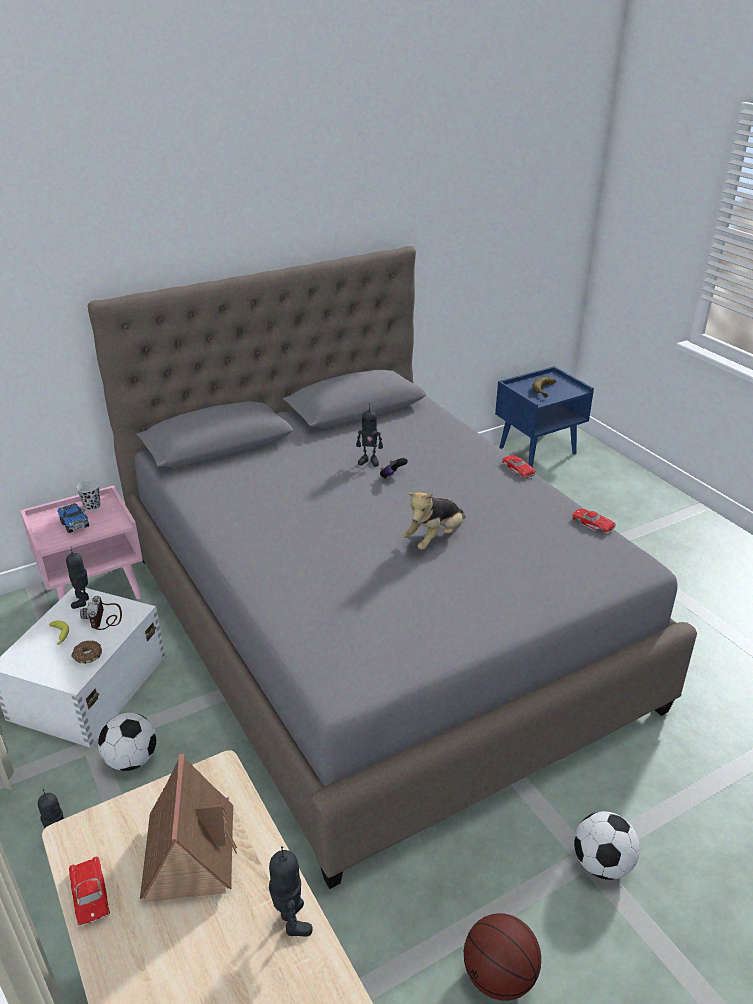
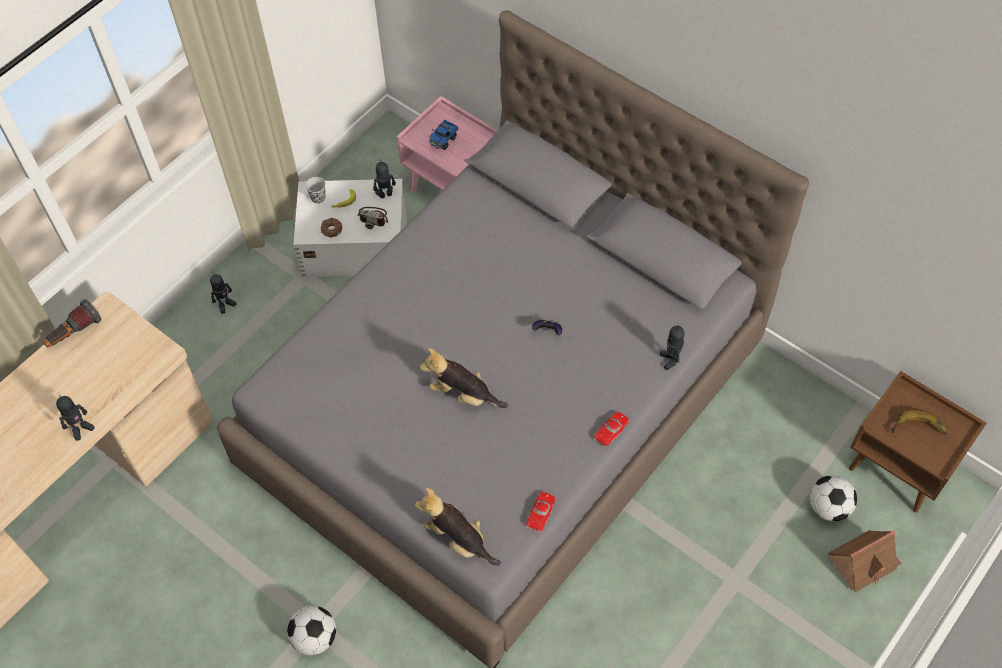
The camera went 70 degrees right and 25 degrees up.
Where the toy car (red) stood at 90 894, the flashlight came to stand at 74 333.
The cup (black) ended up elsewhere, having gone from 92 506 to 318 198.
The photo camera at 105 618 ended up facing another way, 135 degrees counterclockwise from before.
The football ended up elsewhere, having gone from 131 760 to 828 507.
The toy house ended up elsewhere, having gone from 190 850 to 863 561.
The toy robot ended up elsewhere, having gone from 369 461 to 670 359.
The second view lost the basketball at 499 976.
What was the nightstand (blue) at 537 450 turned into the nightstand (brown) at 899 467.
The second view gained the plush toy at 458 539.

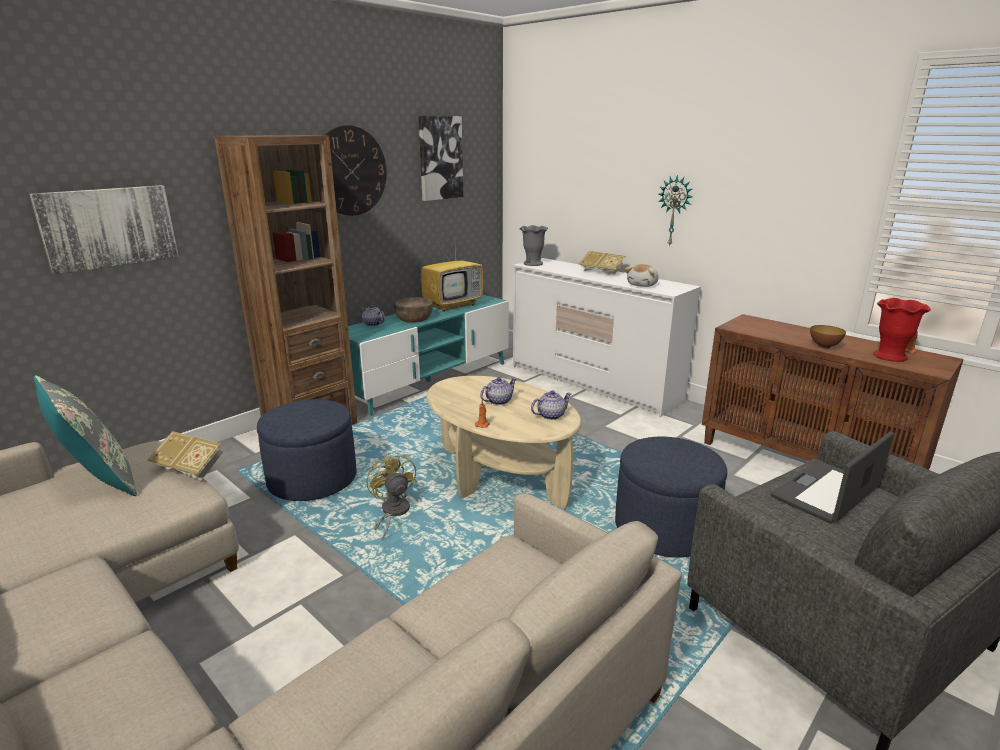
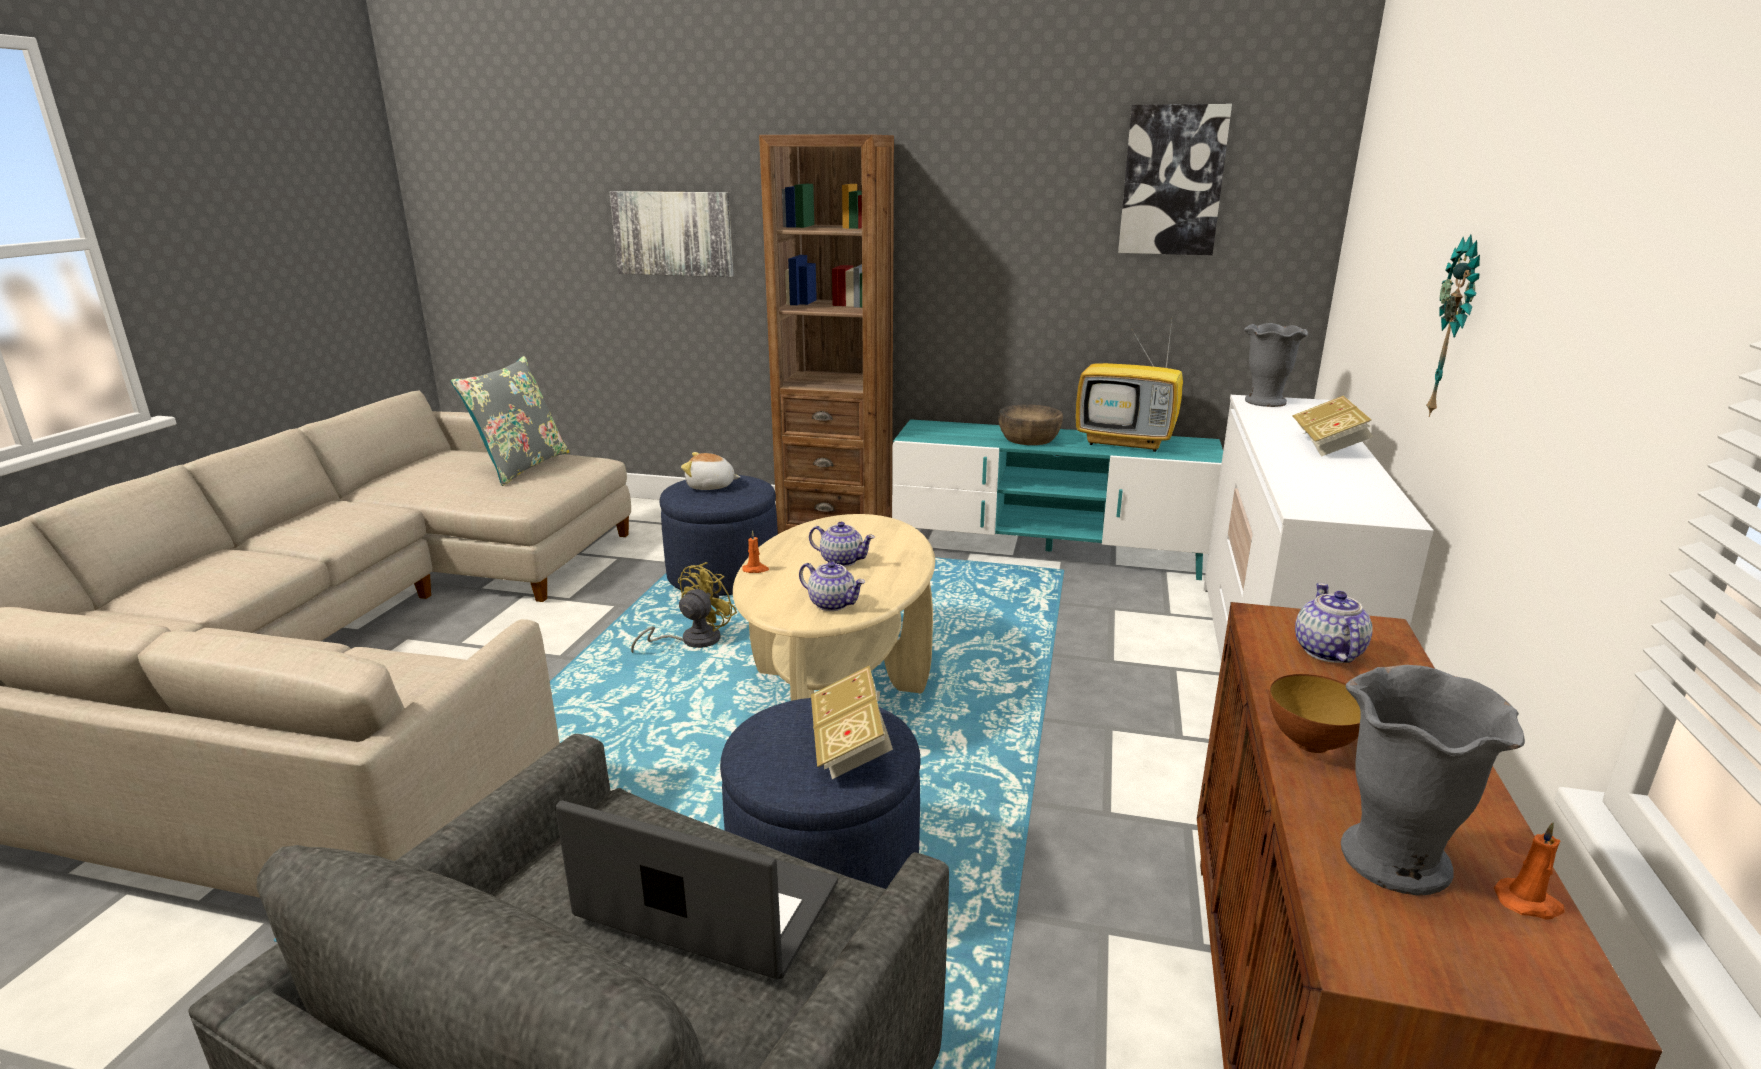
The camera went 60 degrees right and 0 degrees up.
The book ended up elsewhere, having gone from 190 468 to 850 745.
The second view lost the wall clock at 350 171.
The teapot ended up elsewhere, having gone from 373 324 to 1327 652.
The plush toy ended up elsewhere, having gone from 643 285 to 710 486.
What was the vase (red) at 889 356 turned into the vase (grey) at 1393 859.

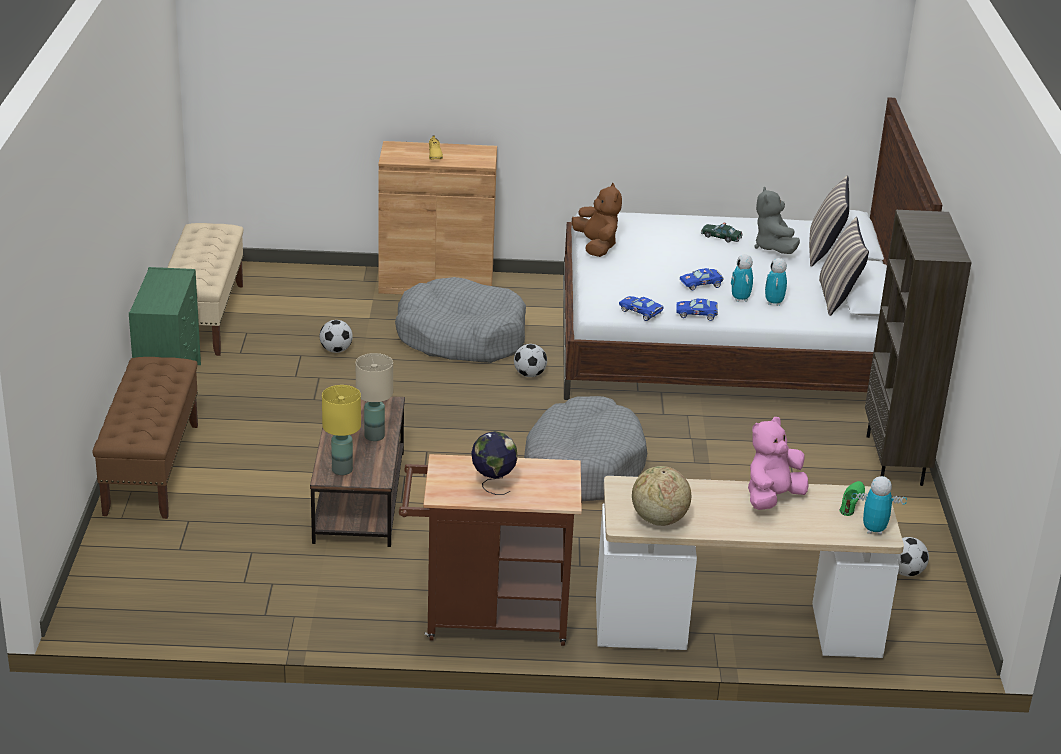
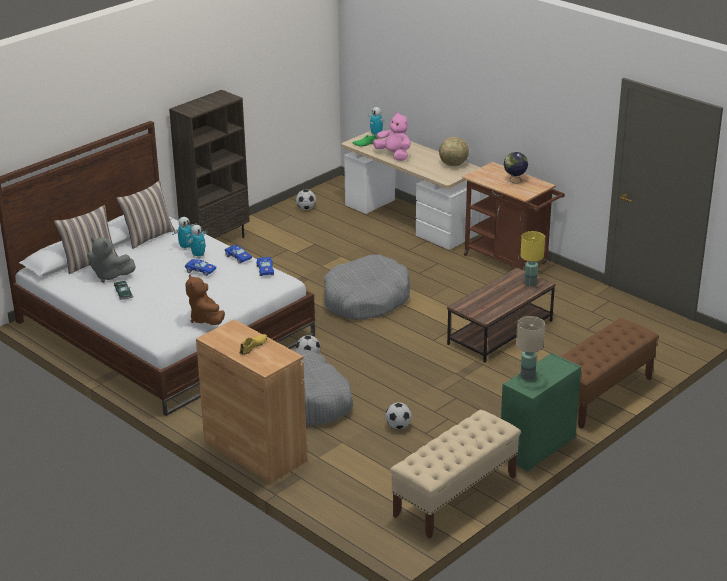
The camera went 135 degrees left and 0 degrees up.
The table lamp (beige) ended up elsewhere, having gone from 374 436 to 527 376.
The plush toy (brown) at 596 246 ended up facing another way, 45 degrees counterclockwise from before.
The plush toy (pink) at 772 498 ended up facing another way, 135 degrees counterclockwise from before.
The plush toy (grey) at 773 248 ended up facing another way, 75 degrees clockwise from before.

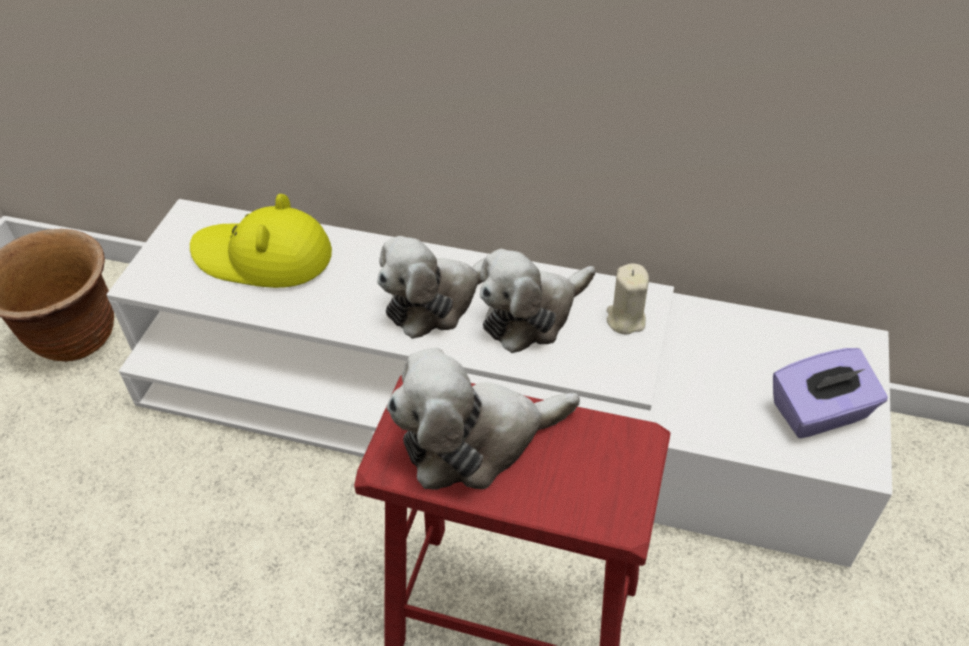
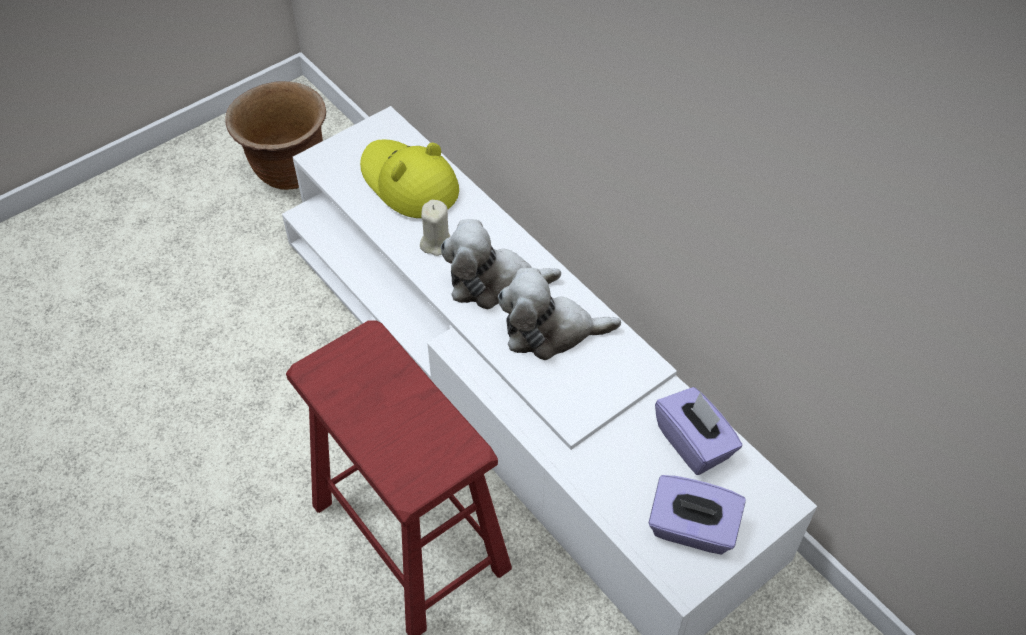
The camera went 35 degrees right and 5 degrees up.
The second view lost the plush toy at 476 440.
The candle (beige) ended up elsewhere, having gone from 625 319 to 436 243.
The second view gained the tissue box (purple) at 694 443.

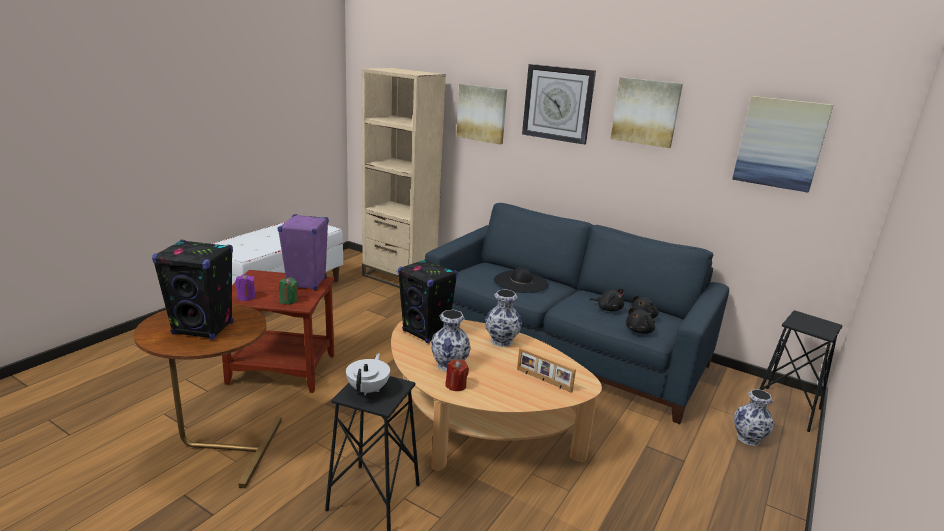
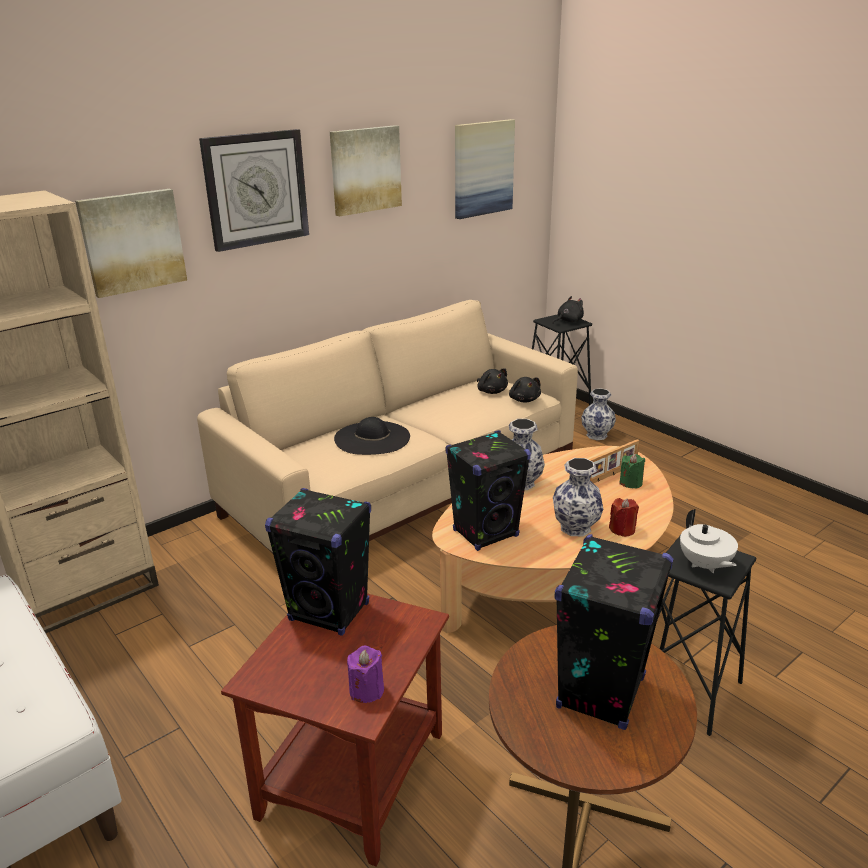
The camera went 70 degrees left and 5 degrees up.
What was the speaker (purple) at 307 283 turned into the speaker (black) at 329 612.
The candle (green) ended up elsewhere, having gone from 288 301 to 630 483.
The teapot (white) at 368 389 ended up facing another way, 135 degrees counterclockwise from before.
What was the sofa (blue) at 562 347 turned into the sofa (beige) at 405 487.
The plush toy (black) ended up elsewhere, having gone from 608 309 to 568 321.

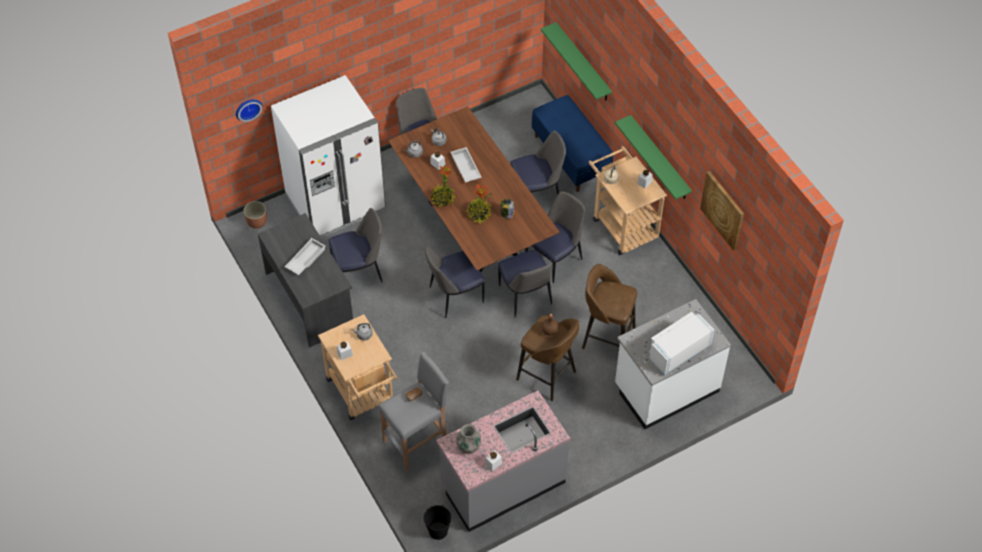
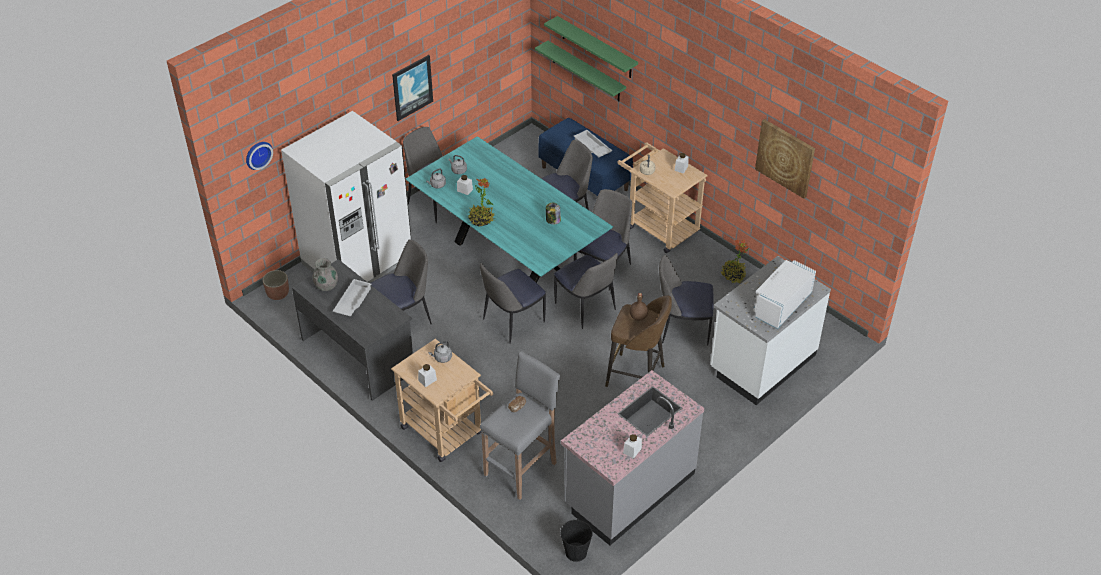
The camera went 15 degrees left and 10 degrees down.
What was the dining table (brown) at 472 228 turned into the dining table (turquoise) at 508 257.
The tray (white) ended up elsewhere, having gone from 465 167 to 591 147.
The vase (grey) ended up elsewhere, having gone from 468 446 to 326 286.
The potted plant ended up elsewhere, having gone from 479 214 to 733 275.
Where the stool (brown) stood at 606 337, the chair came to stand at 683 328.
The shelf (green) ended up elsewhere, having gone from 660 159 to 596 48.
The second view gained the picture at 412 87.

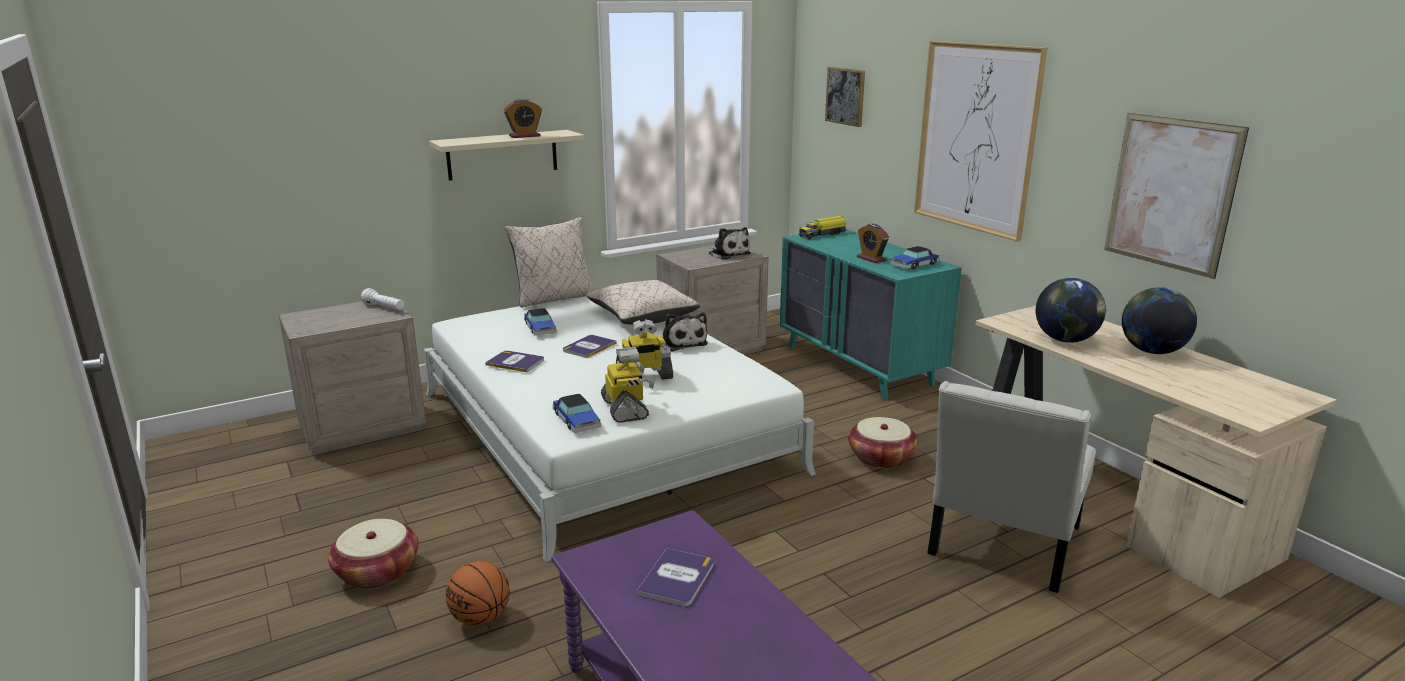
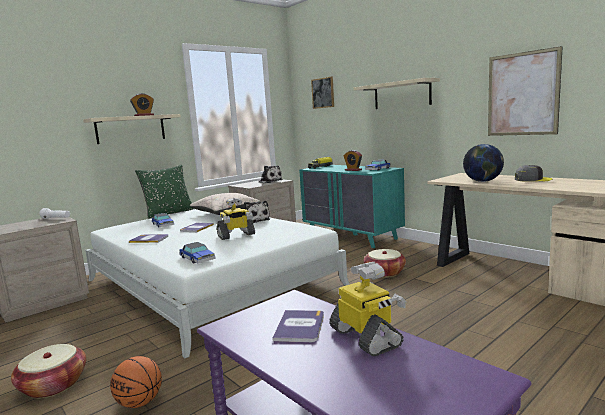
The camera went 10 degrees left and 10 degrees down.
What was the pillow (beige) at 554 298 turned into the pillow (green) at 169 213.
The toy robot ended up elsewhere, having gone from 626 409 to 366 337.
Where the picture hung at 975 138, the shelf (beige) came to hang at 402 95.
The second view lost the chair (white) at 1001 546.
Where the globe stood at 1151 351, the cap (grey) came to stand at 532 179.

